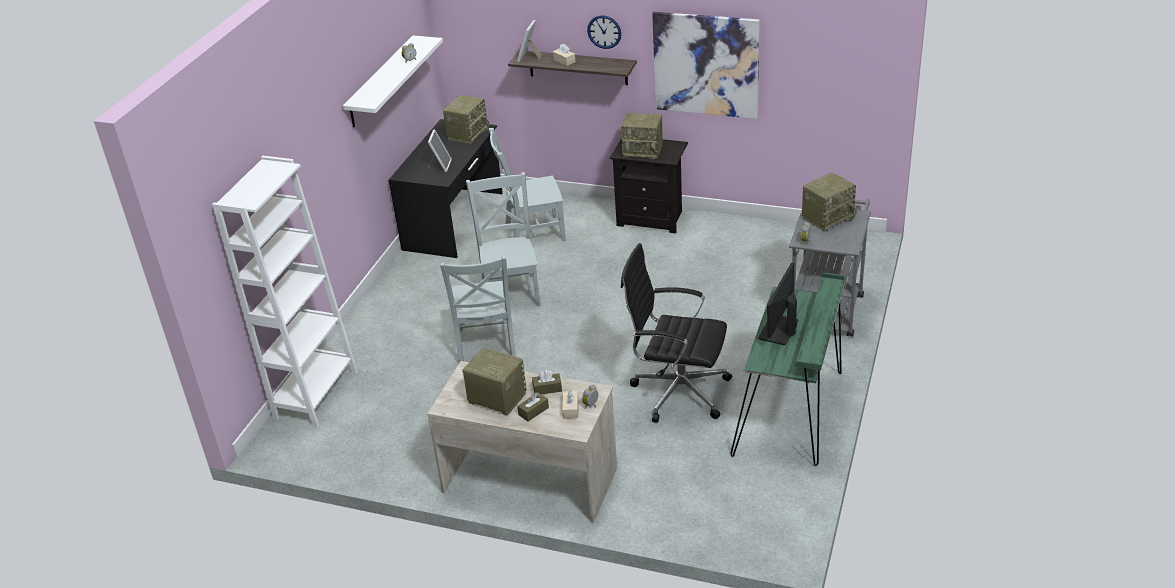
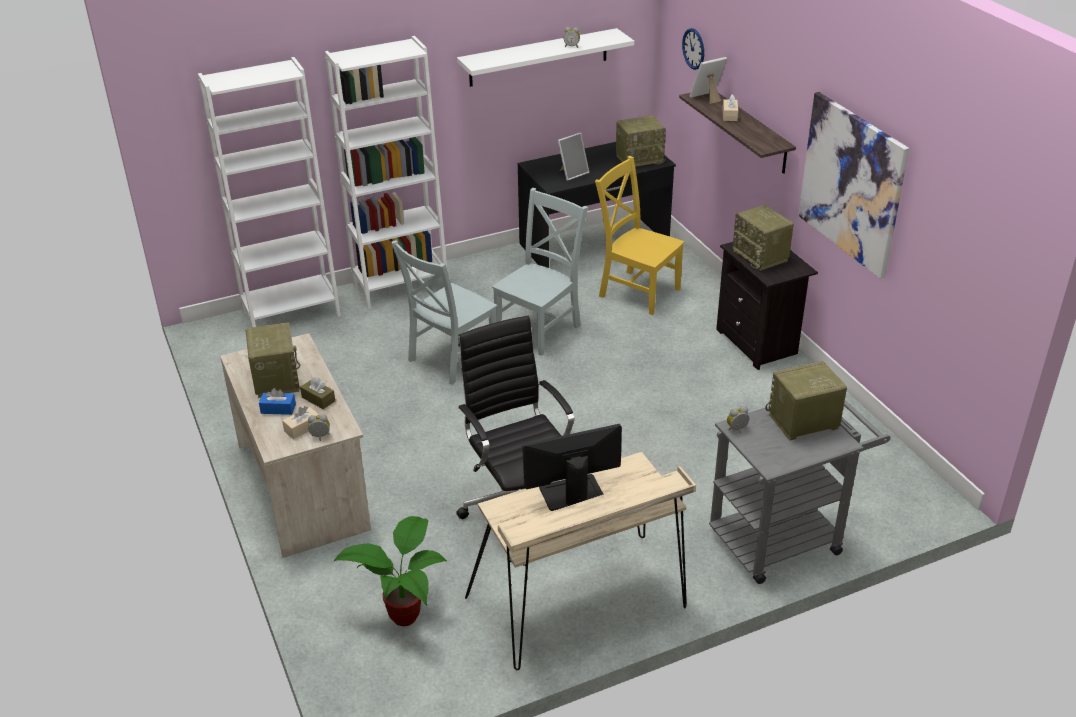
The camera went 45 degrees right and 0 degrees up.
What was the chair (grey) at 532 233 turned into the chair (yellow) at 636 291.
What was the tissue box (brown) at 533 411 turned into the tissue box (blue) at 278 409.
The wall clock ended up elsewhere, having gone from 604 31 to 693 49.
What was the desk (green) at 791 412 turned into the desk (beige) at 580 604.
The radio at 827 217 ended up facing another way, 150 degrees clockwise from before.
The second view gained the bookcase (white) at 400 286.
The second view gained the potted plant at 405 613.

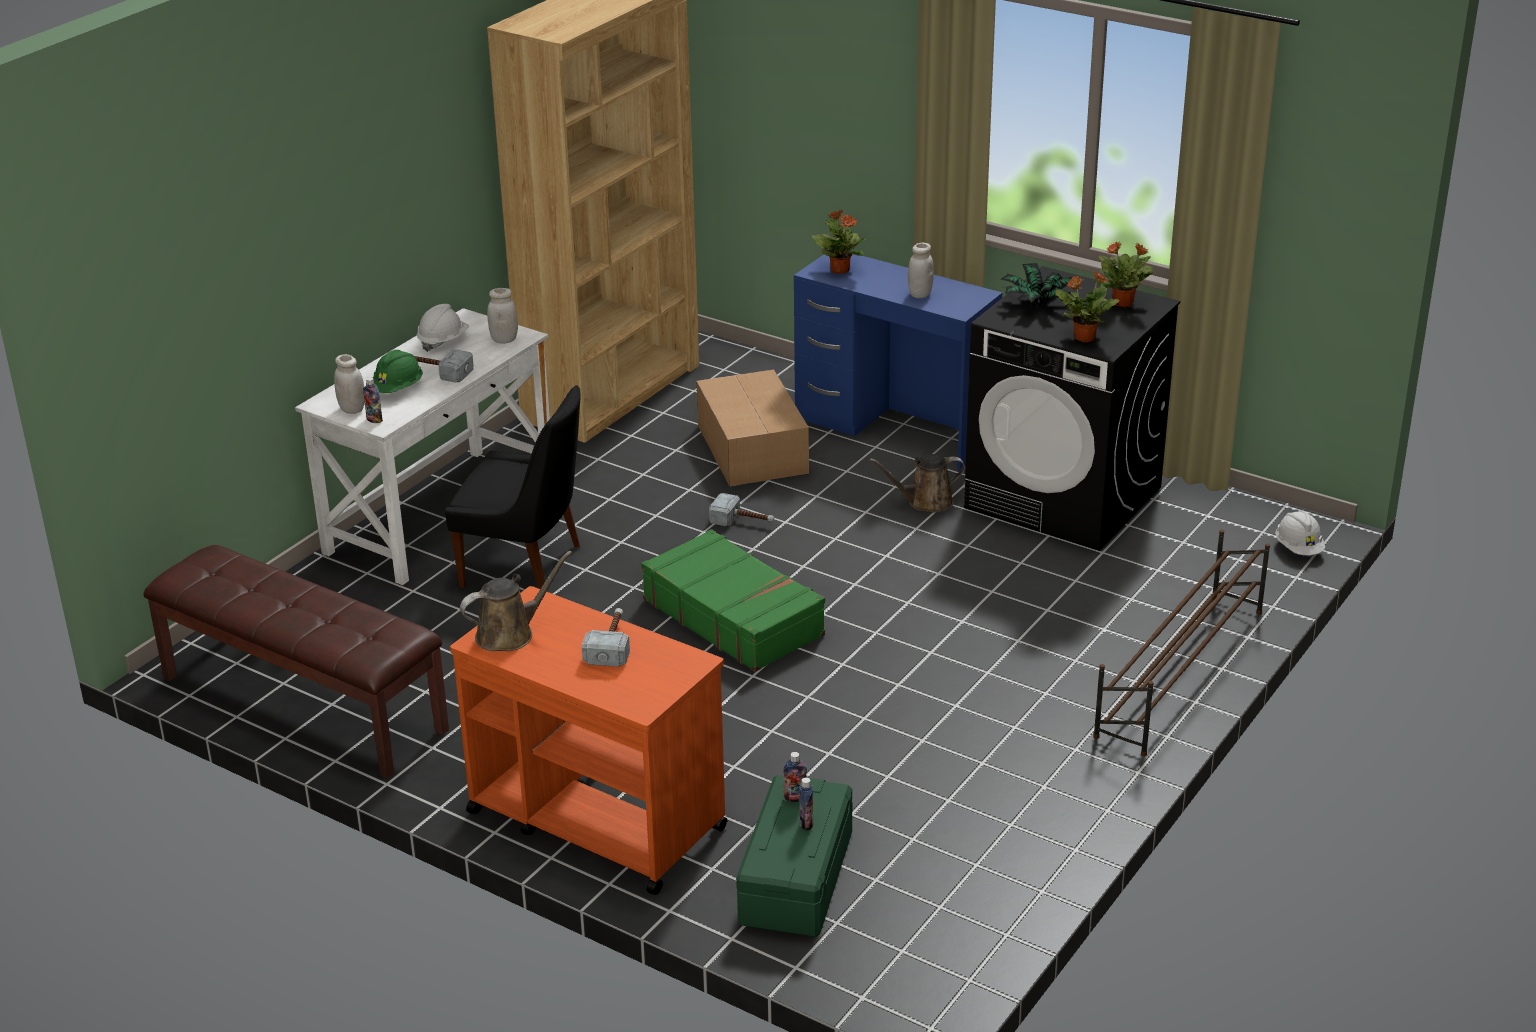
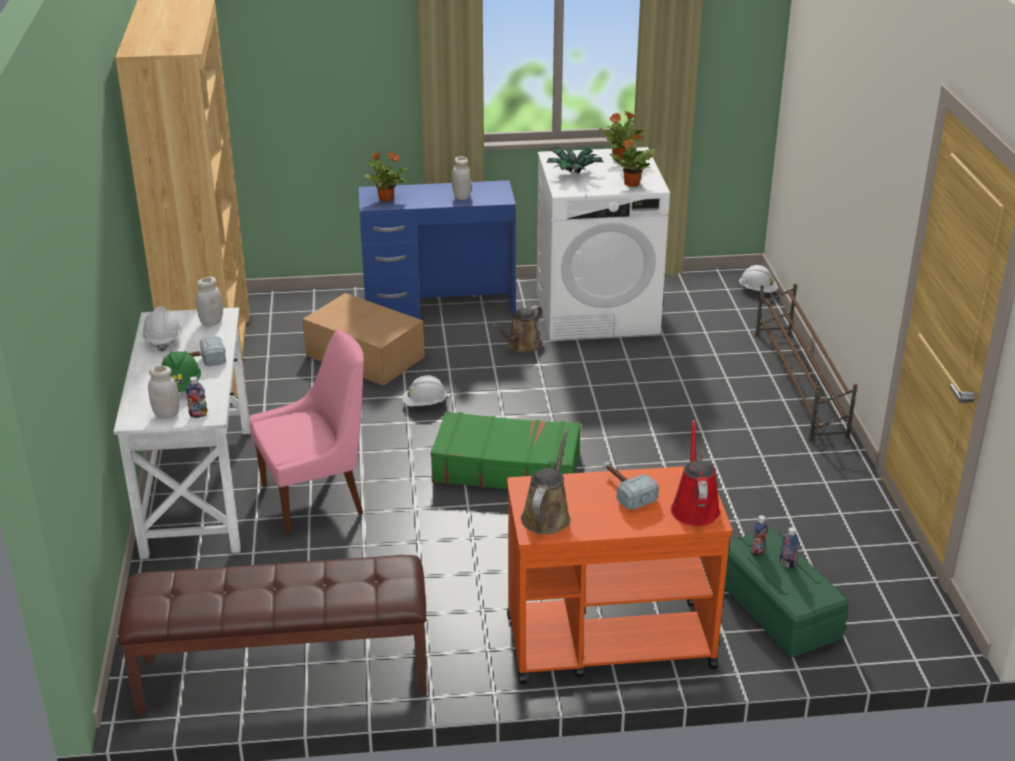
The camera went 40 degrees left and 0 degrees up.
What was the chair (black) at 526 567 turned into the chair (pink) at 316 498.
Where the hammer stood at 743 521, the hard hat (white) came to stand at 424 404.
What was the washing machine (black) at 1064 498 turned into the washing machine (white) at 597 311.
The second view gained the watering can (red) at 694 507.

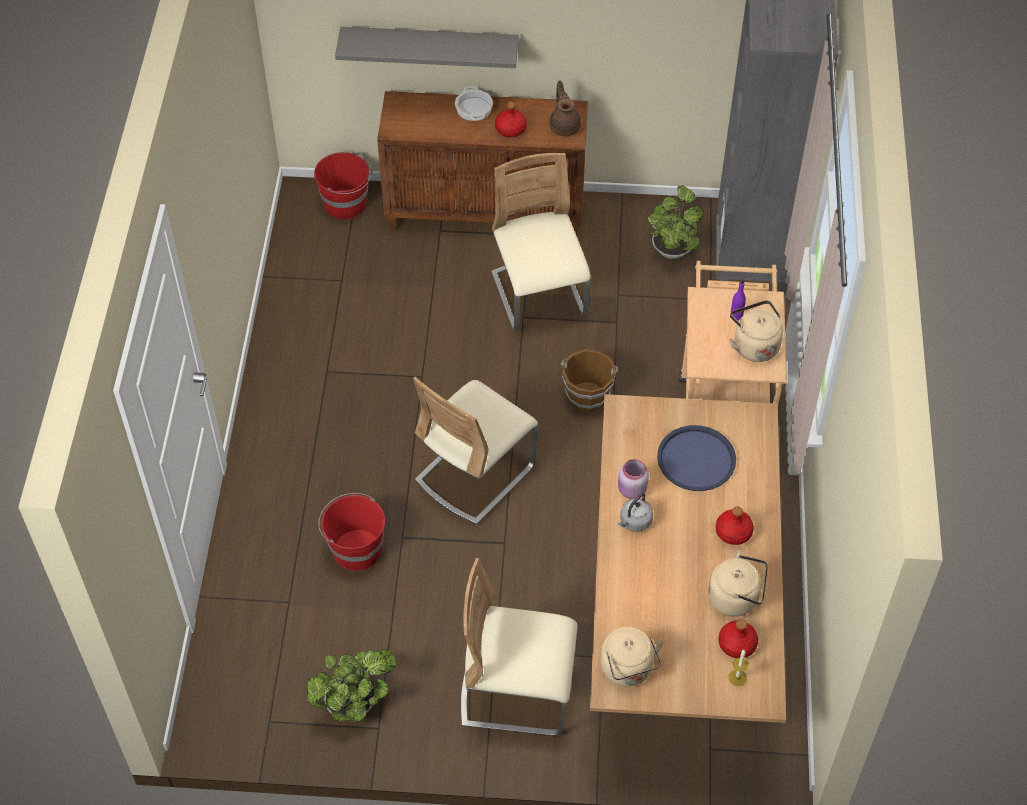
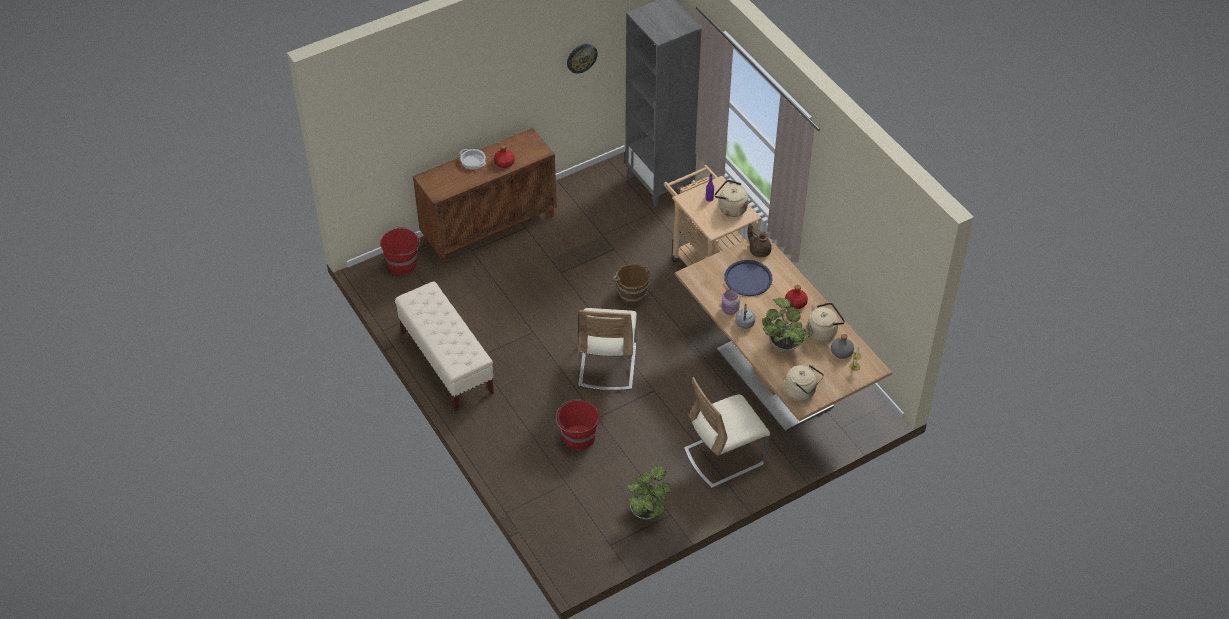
The camera went 35 degrees left and 5 degrees down.
The second view lost the shelf (grey) at 430 46.
The second view lost the chair (beige) at 539 295.
The teapot (brown) ended up elsewhere, having gone from 564 126 to 759 250.
The potted plant ended up elsewhere, having gone from 672 248 to 783 343.
What was the bottle (red) at 736 644 turned into the bottle (grey) at 841 352.
The second view gained the bench (beige) at 446 363.
The second view gained the wall clock at 581 57.

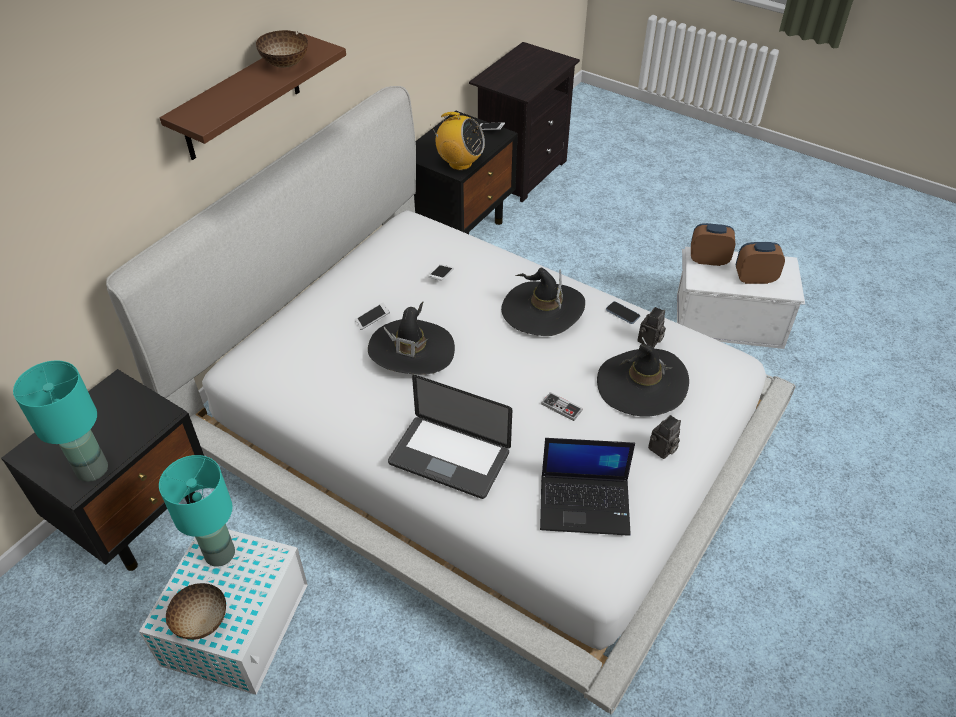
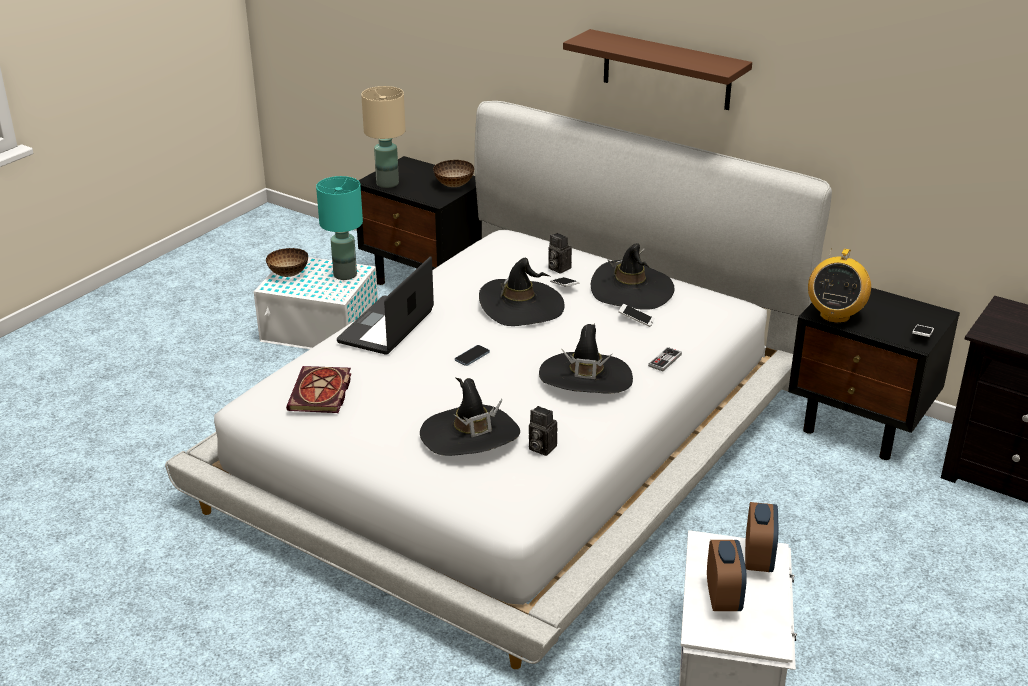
The camera went 90 degrees right and 15 degrees down.
What was the table lamp (turquoise) at 93 470 turned into the table lamp (beige) at 387 184.
The bowl ended up elsewhere, having gone from 285 64 to 453 185.
Where the laptop stood at 585 504, the book came to stand at 321 394.
The game controller ended up elsewhere, having gone from 561 407 to 665 360.
The phone ended up elsewhere, having gone from 622 313 to 472 356.
The photo camera ended up elsewhere, having gone from 662 450 to 557 268.
The second view gained the hat (black) at 632 290.

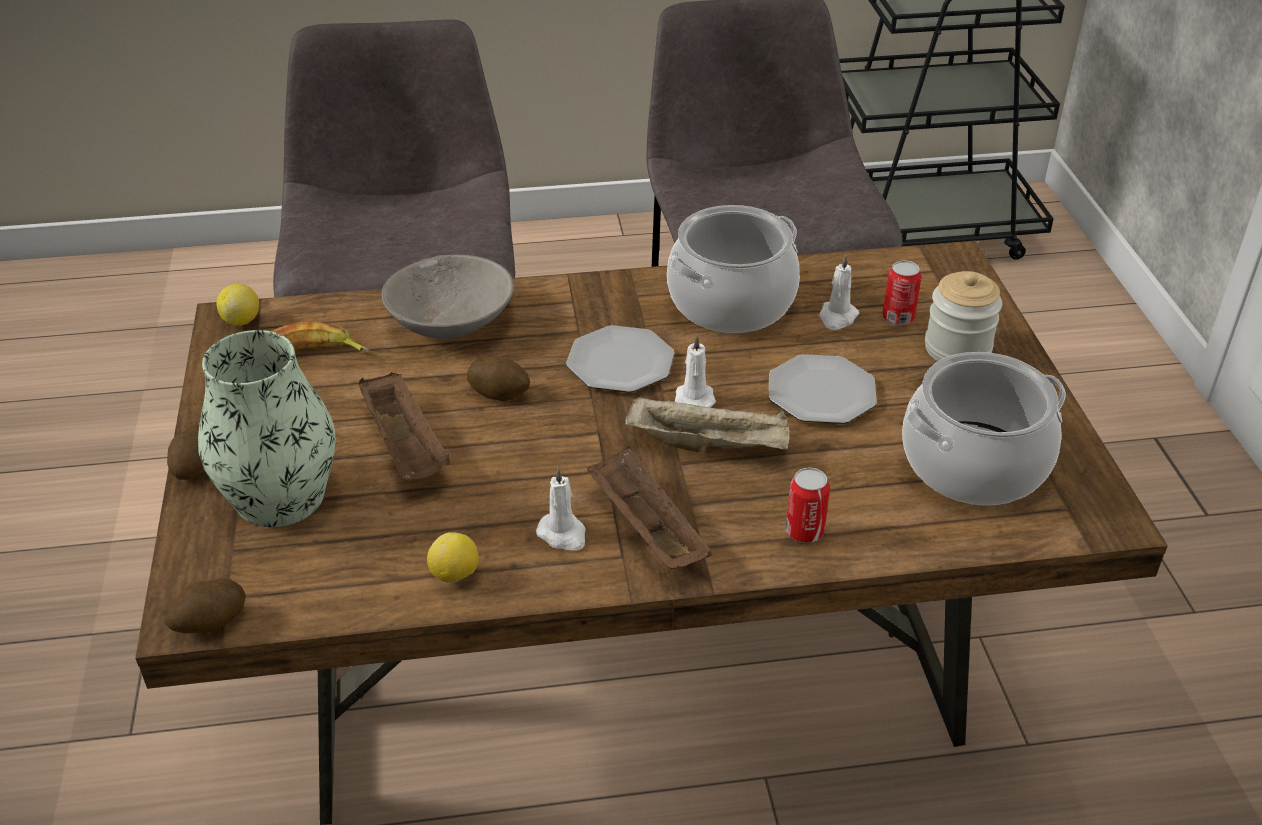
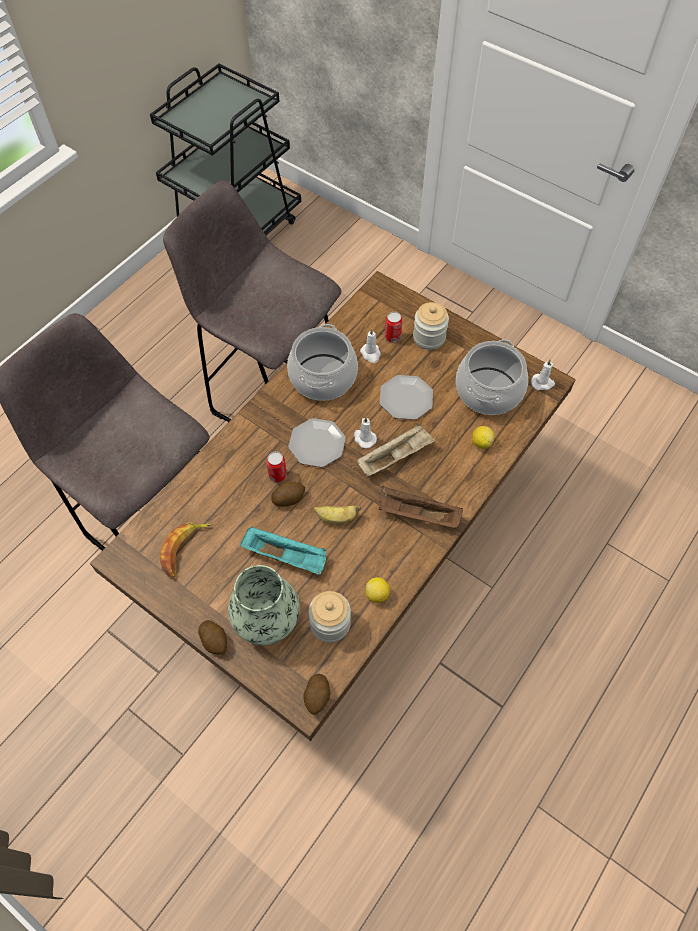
The camera went 45 degrees left and 20 degrees up.
The lemon ended up elsewhere, having gone from 241 320 to 481 443.
What was the tray (brown) at 406 448 turned into the tray (turquoise) at 286 556.
The second view lost the bowl (grey) at 451 320.
The candle (white) ended up elsewhere, having gone from 563 534 to 542 383.
The can ended up elsewhere, having gone from 804 531 to 277 475.
The second view gained the jar at 330 623.
The second view gained the banana at 336 518.

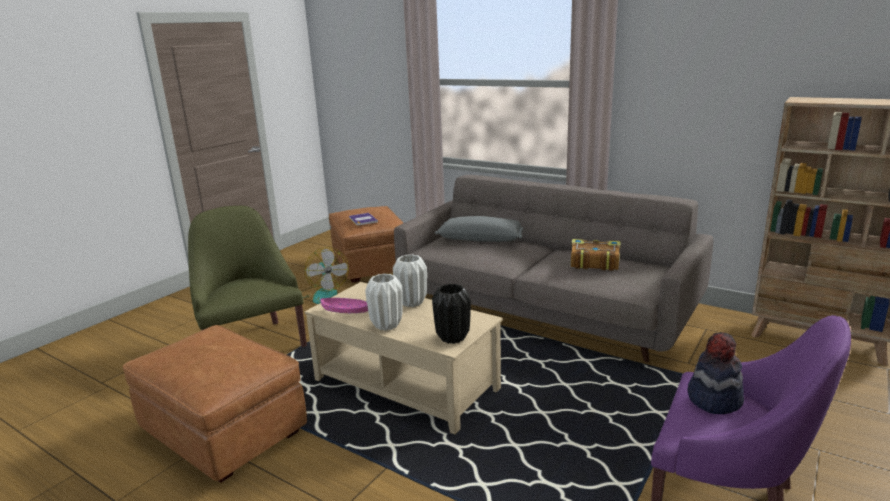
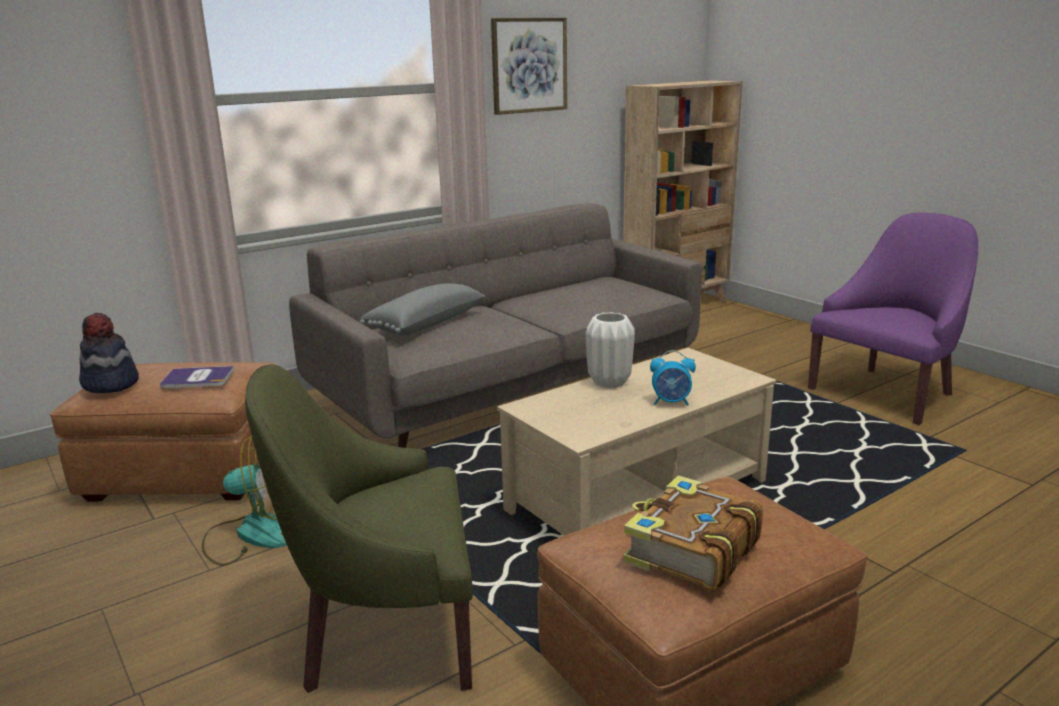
The camera went 70 degrees left and 0 degrees up.
The second view lost the bowl (pink) at 346 311.
Where the vase (white) stood at 387 325, the alarm clock came to stand at 671 402.
The second view lost the vase (black) at 453 338.
The book ended up elsewhere, having gone from 594 262 to 690 550.
The hat ended up elsewhere, having gone from 713 399 to 110 384.
The second view gained the picture at 529 65.

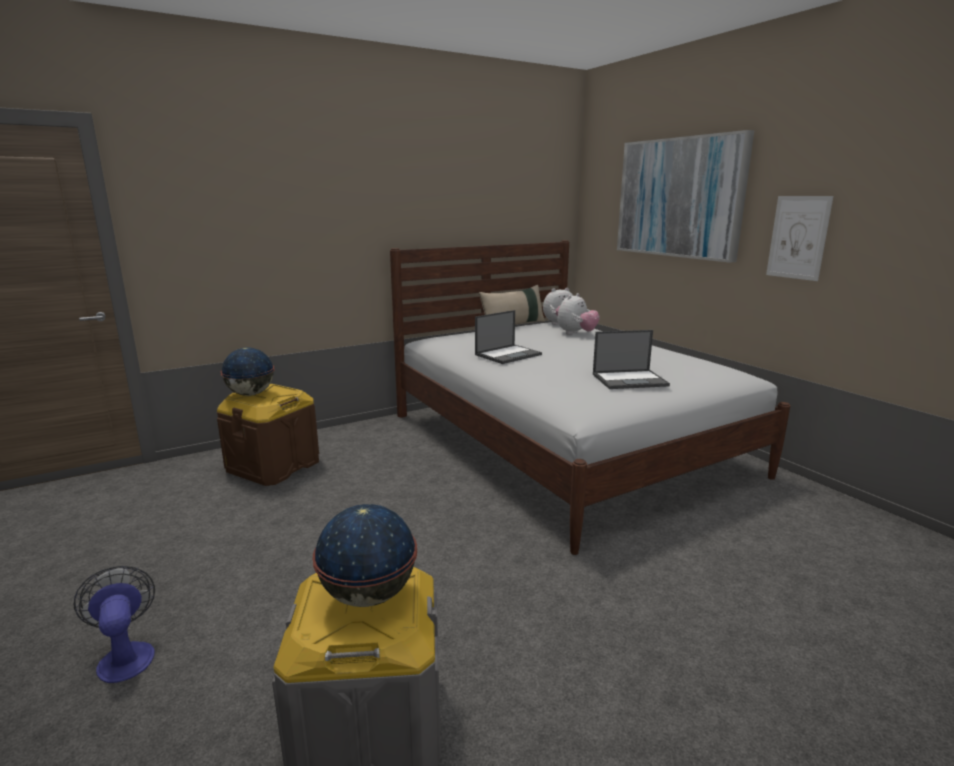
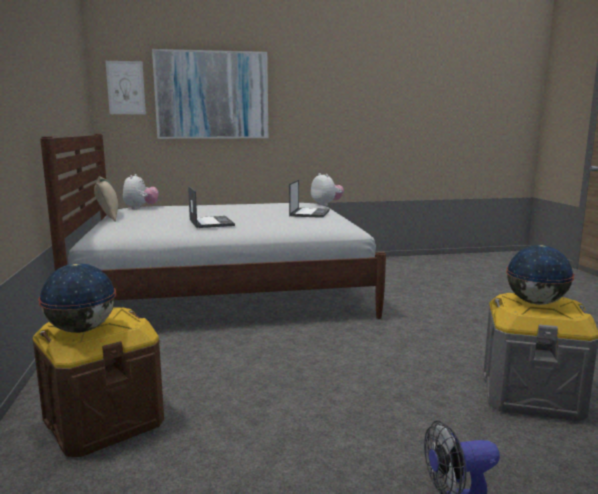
The camera went 70 degrees left and 5 degrees down.
The plush toy ended up elsewhere, having gone from 576 333 to 326 204.
The picture ended up elsewhere, having gone from 798 237 to 126 88.

